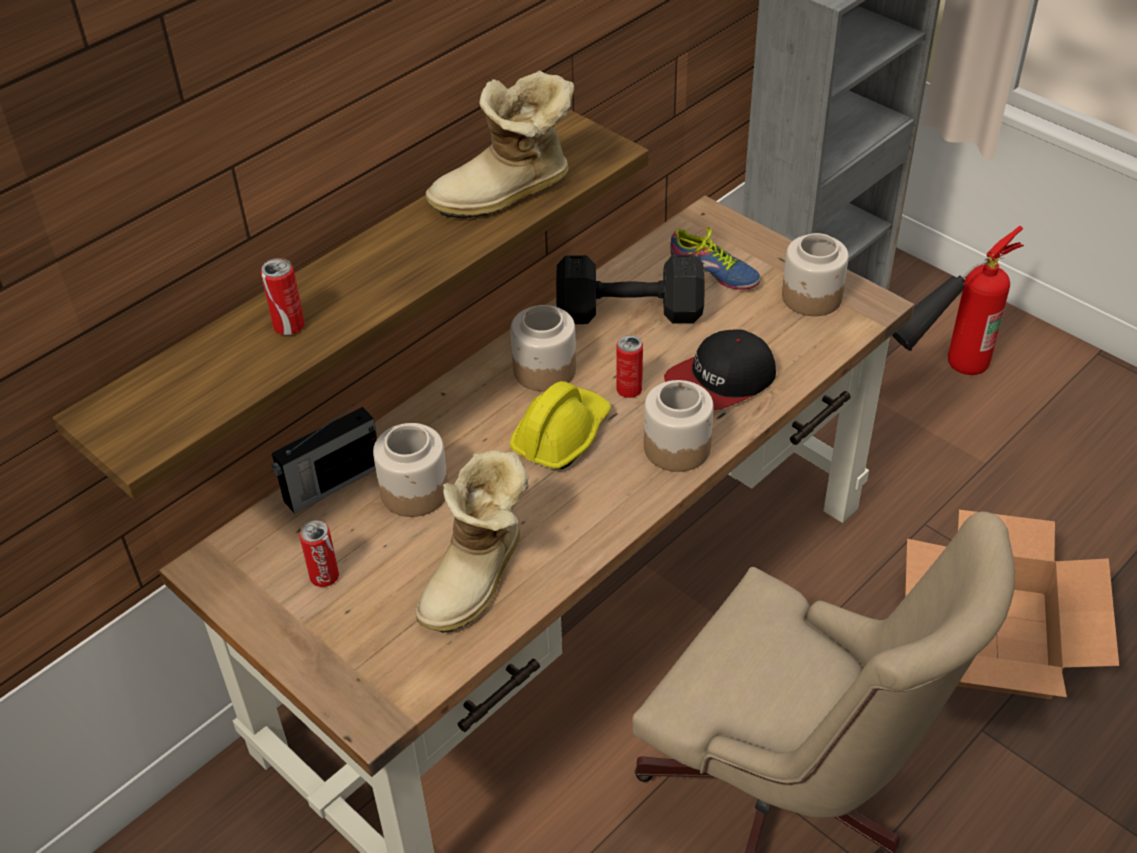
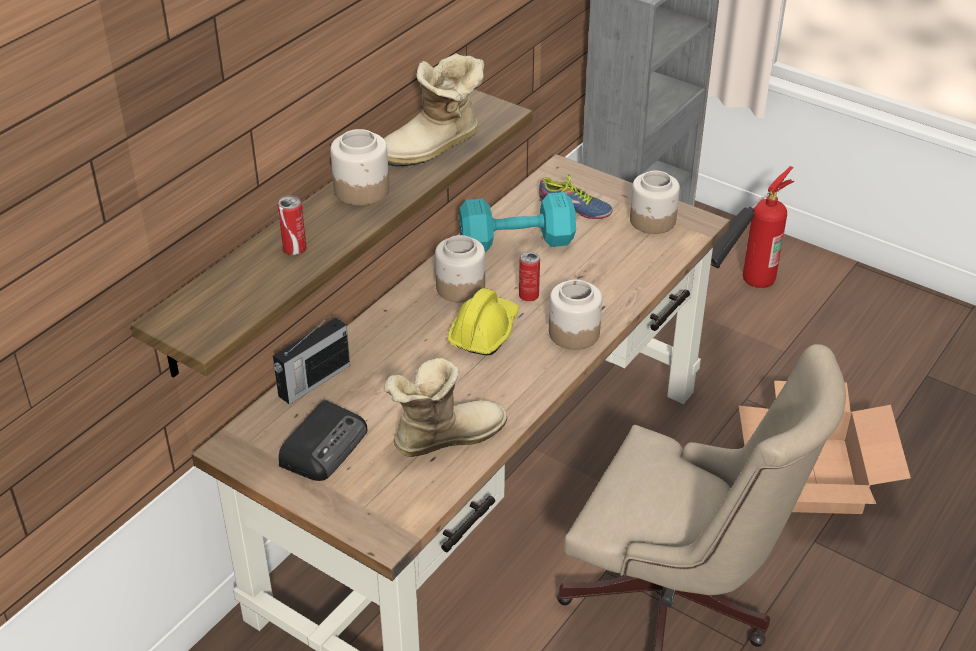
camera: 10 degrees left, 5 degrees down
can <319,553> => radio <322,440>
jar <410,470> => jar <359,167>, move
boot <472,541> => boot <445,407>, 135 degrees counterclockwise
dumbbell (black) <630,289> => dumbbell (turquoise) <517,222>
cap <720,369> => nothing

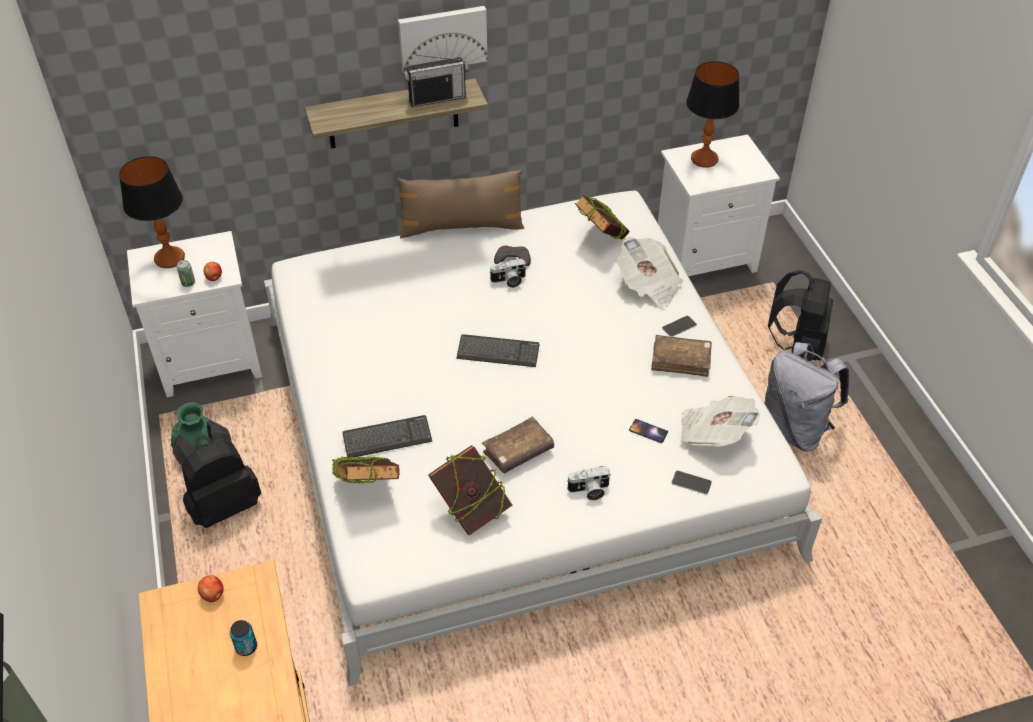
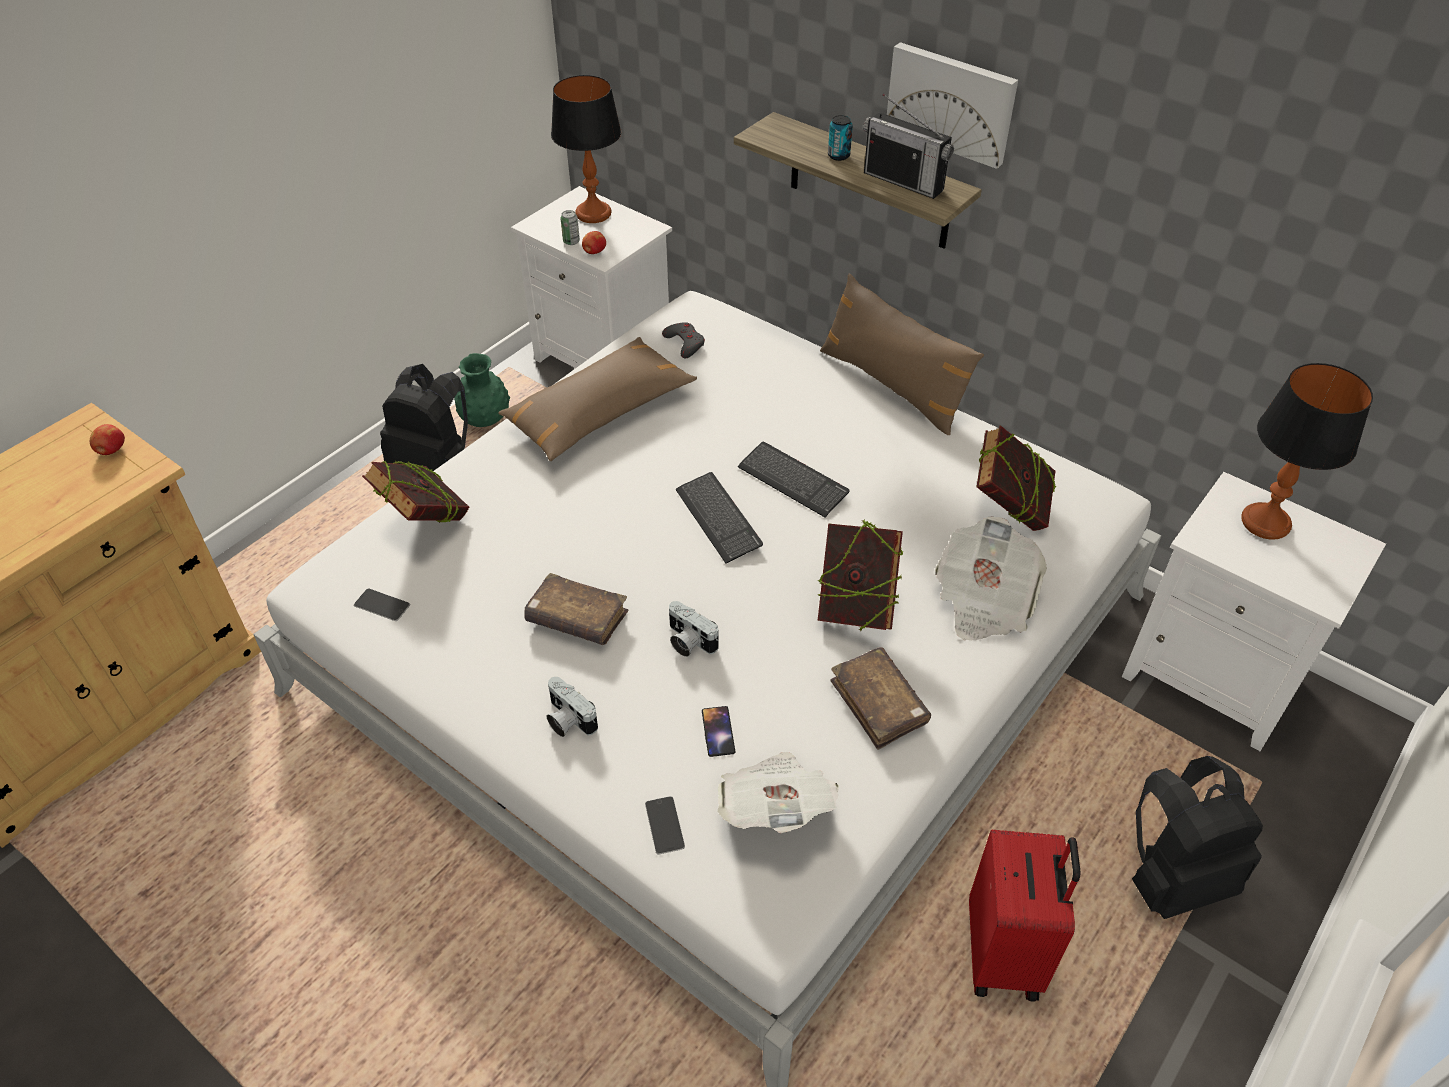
camera: 55 degrees right, 0 degrees up
can <243,638> => can <840,138>, move
keyboard <387,436> => keyboard <794,479>, move
book <470,490> => book <860,575>, move
photo camera <508,273> => photo camera <694,629>, move
game controller (grey) <512,256> => game controller (grey) <683,340>, move
phone <679,326> => phone <382,604>, move
backpack (grey) <806,397> => suitcase (red) <1024,916>
nothing => pillow (brown) <597,399>

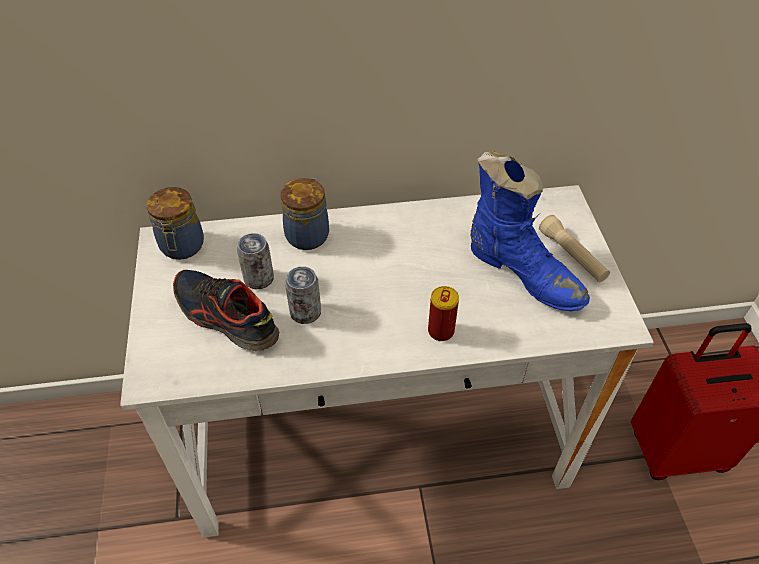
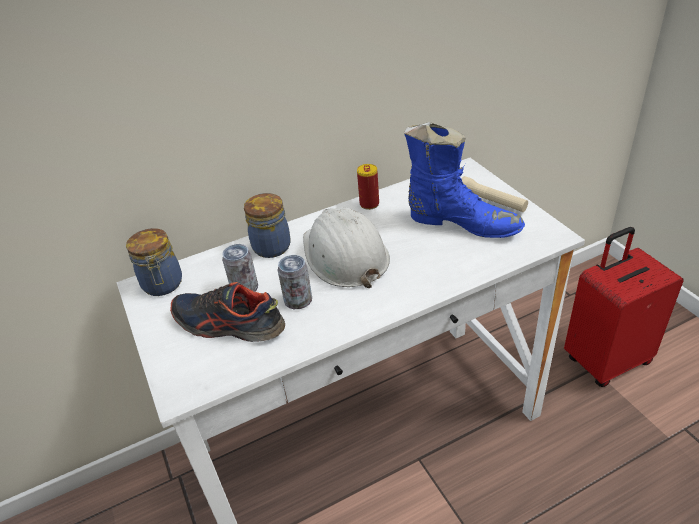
camera: 15 degrees left, 10 degrees down
can <443,313> => can <368,187>, move
nothing => hard hat (white) <346,247>

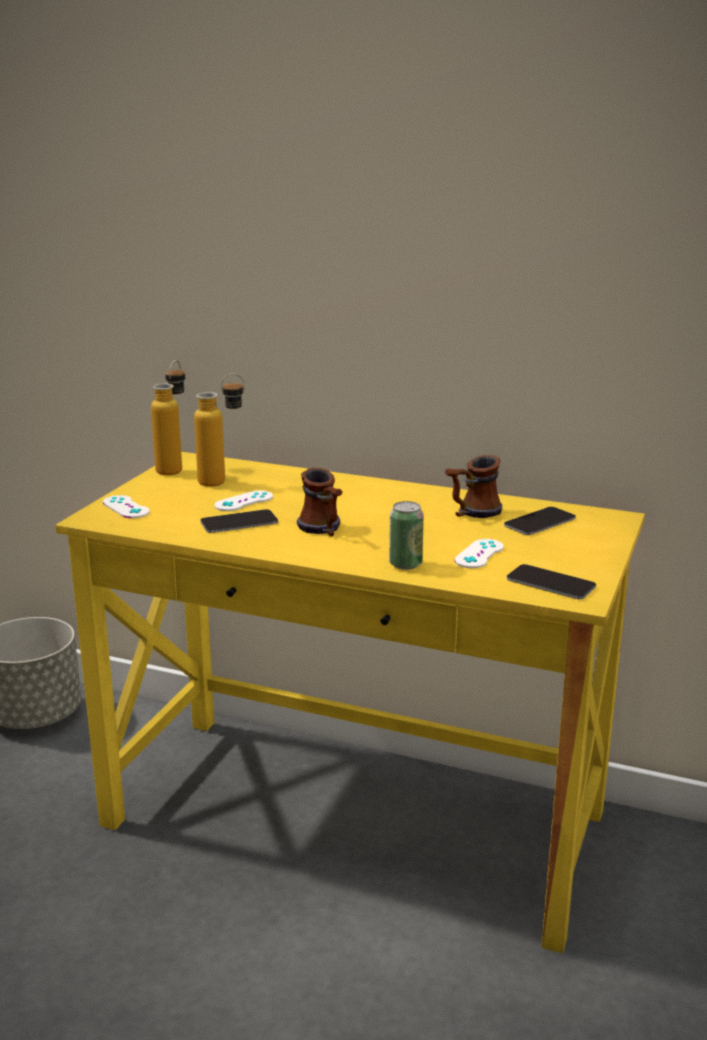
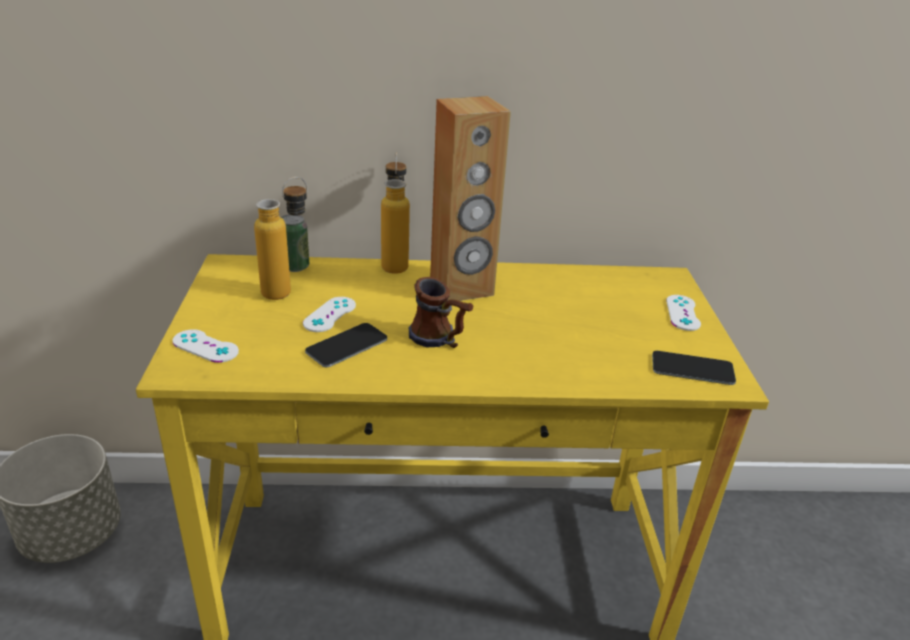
camera: 25 degrees left, 10 degrees up
bottle <168,417> => bottle <395,213>, move
can <406,535> => can <295,243>, move
mug <473,486> => nothing
game controller (white) <479,553> => game controller (white) <683,313>, move
phone <540,521> => nothing
nothing => speaker (brown) <470,198>

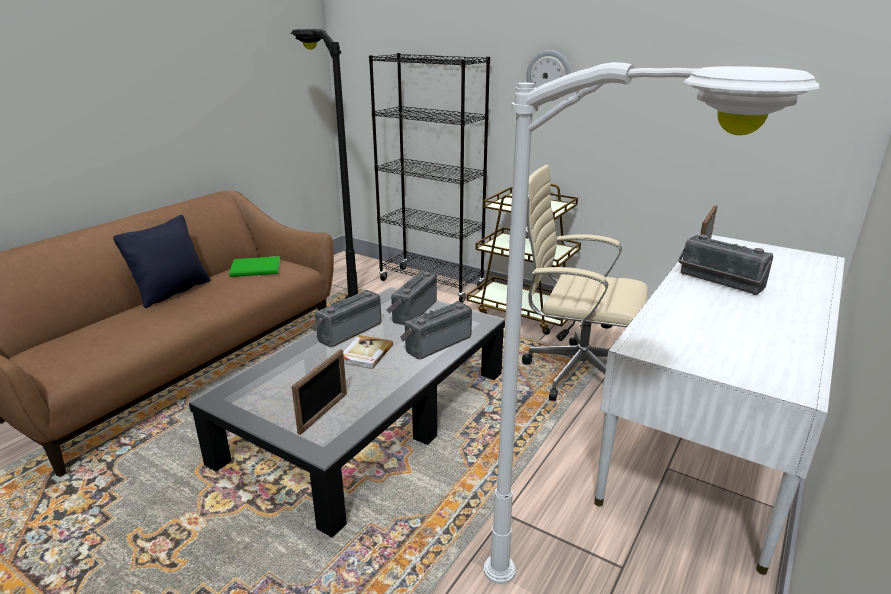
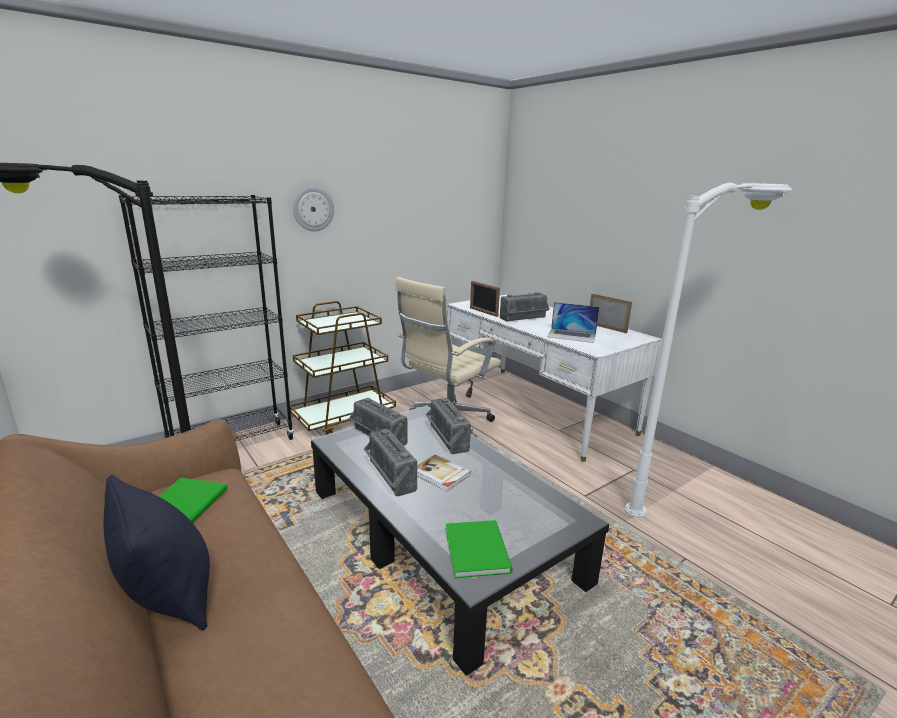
camera: 70 degrees left, 5 degrees down
picture frame <319,392> => picture frame <611,313>, move
nothing => book (green) <479,549>
nothing => laptop <573,322>

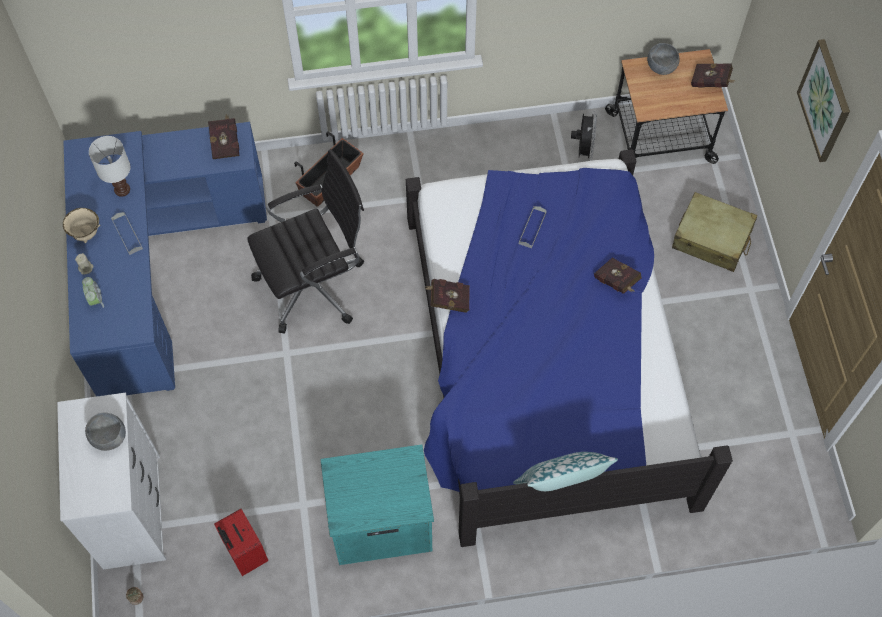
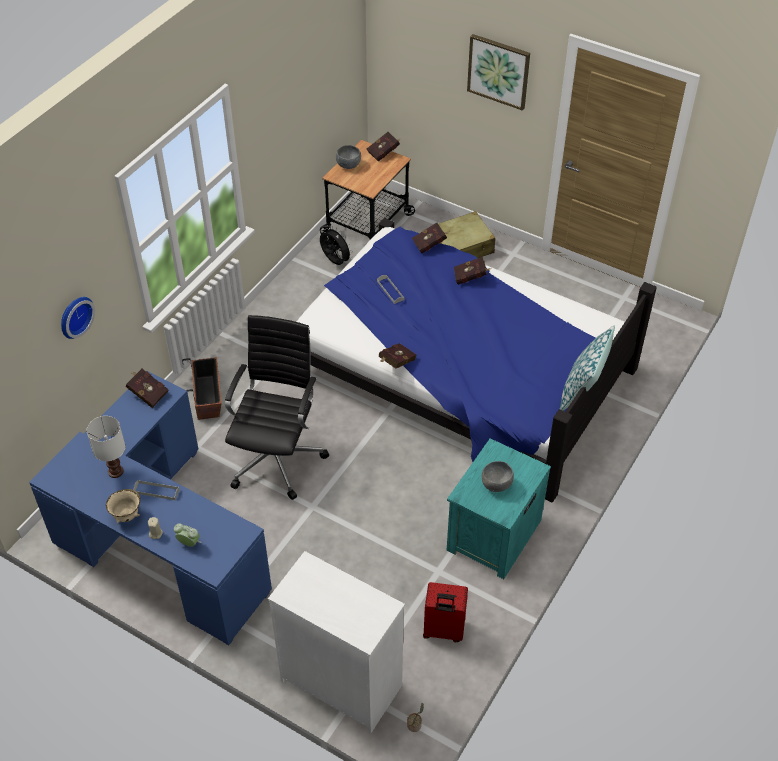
camera: 50 degrees left, 15 degrees down
bowl (grey) <105,431> => bowl (grey) <498,476>, move
nothing => wall clock <78,318>
nothing => book (red) <430,238>

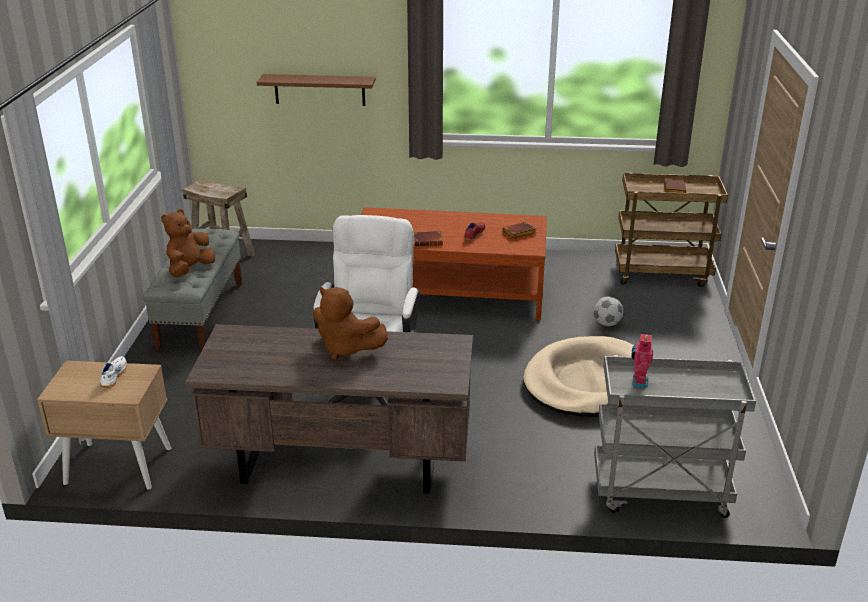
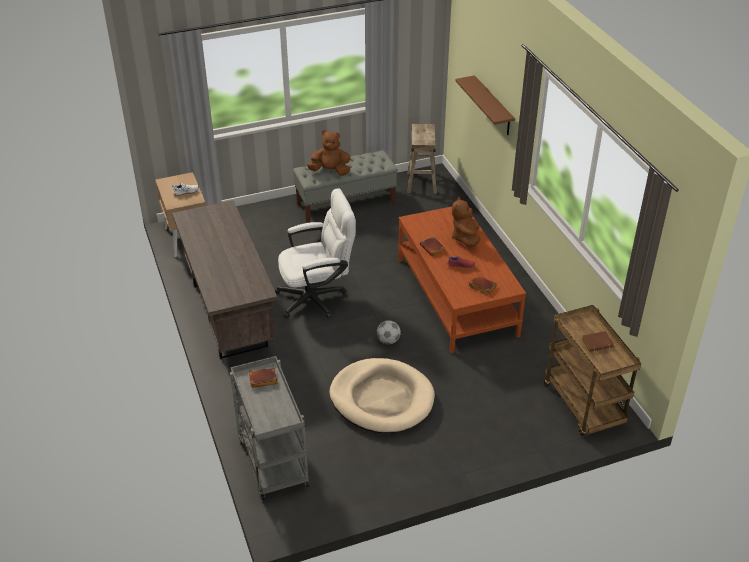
camera: 65 degrees right, 10 degrees up
plush toy (brown) <350,323> => plush toy (brown) <466,222>, move
football <608,311> => football <389,332>, move
toy robot <642,360> => book (brown) <263,378>

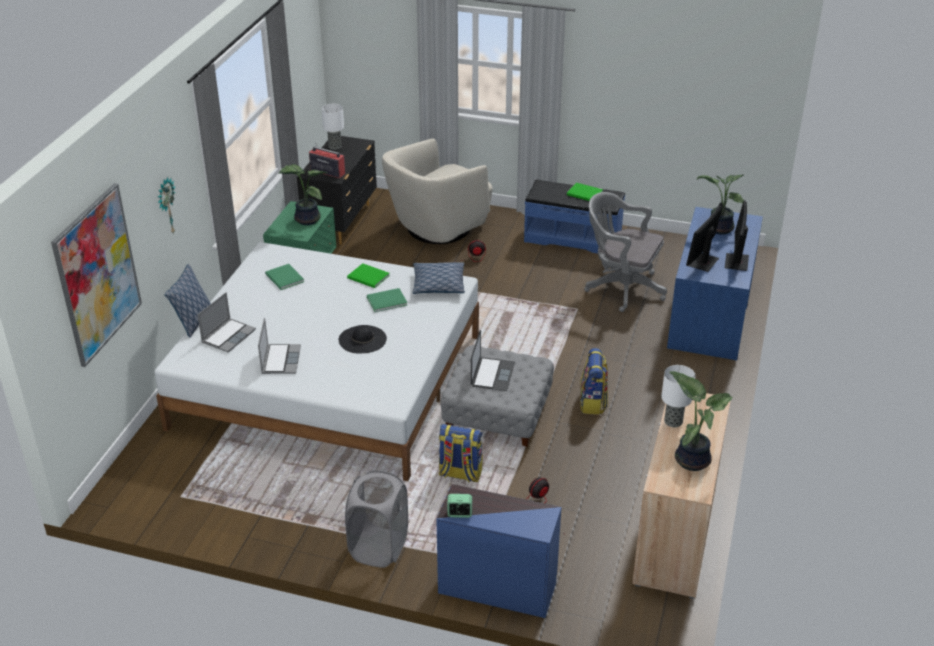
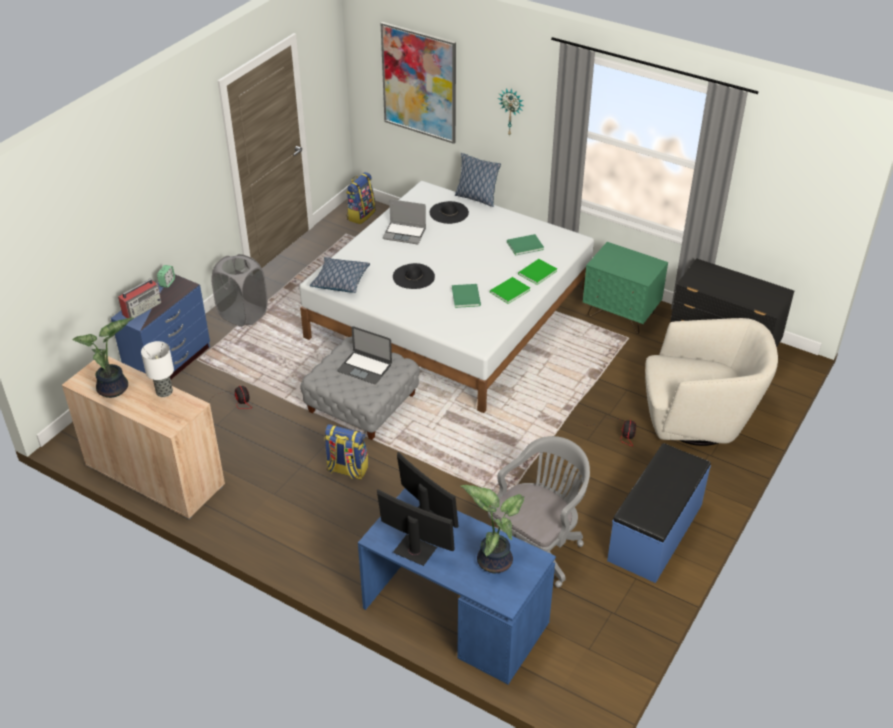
camera: 105 degrees right, 5 degrees up
laptop <226,322> => hat (black) <449,212>
potted plant <303,194> => nothing
radio <327,162> => radio <140,298>, move
table lamp <332,127> => nothing
armchair (beige) <437,191> => armchair (beige) <711,382>, 120 degrees clockwise
pillow <438,278> => pillow <340,275>, move
backpack <460,453> => backpack <360,198>, move
book (green) <585,192> => book (green) <537,272>, move

